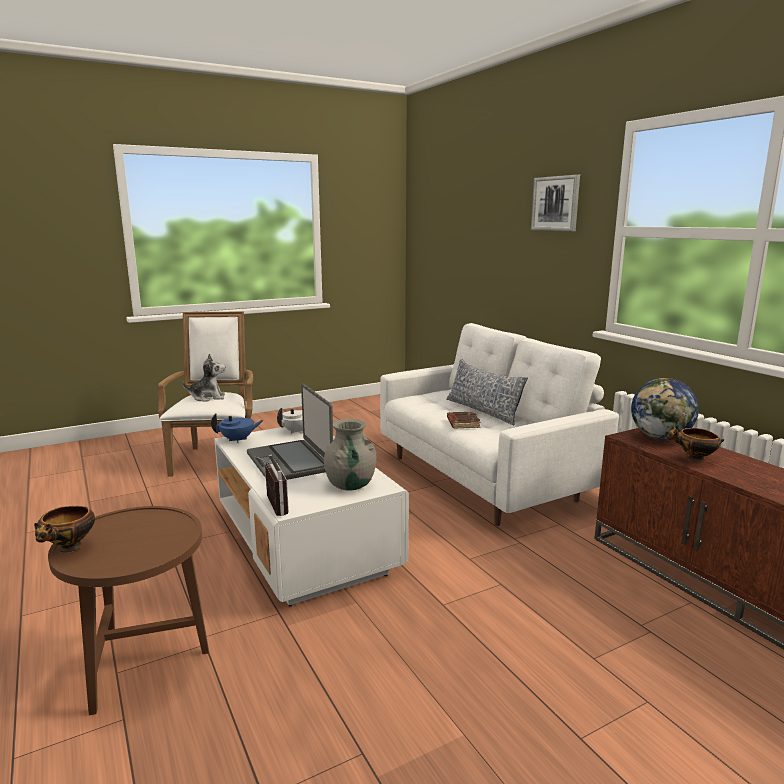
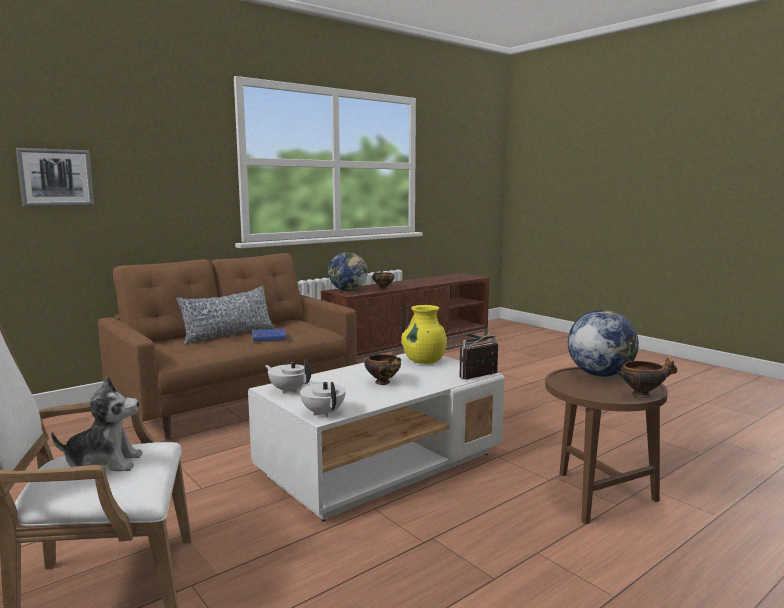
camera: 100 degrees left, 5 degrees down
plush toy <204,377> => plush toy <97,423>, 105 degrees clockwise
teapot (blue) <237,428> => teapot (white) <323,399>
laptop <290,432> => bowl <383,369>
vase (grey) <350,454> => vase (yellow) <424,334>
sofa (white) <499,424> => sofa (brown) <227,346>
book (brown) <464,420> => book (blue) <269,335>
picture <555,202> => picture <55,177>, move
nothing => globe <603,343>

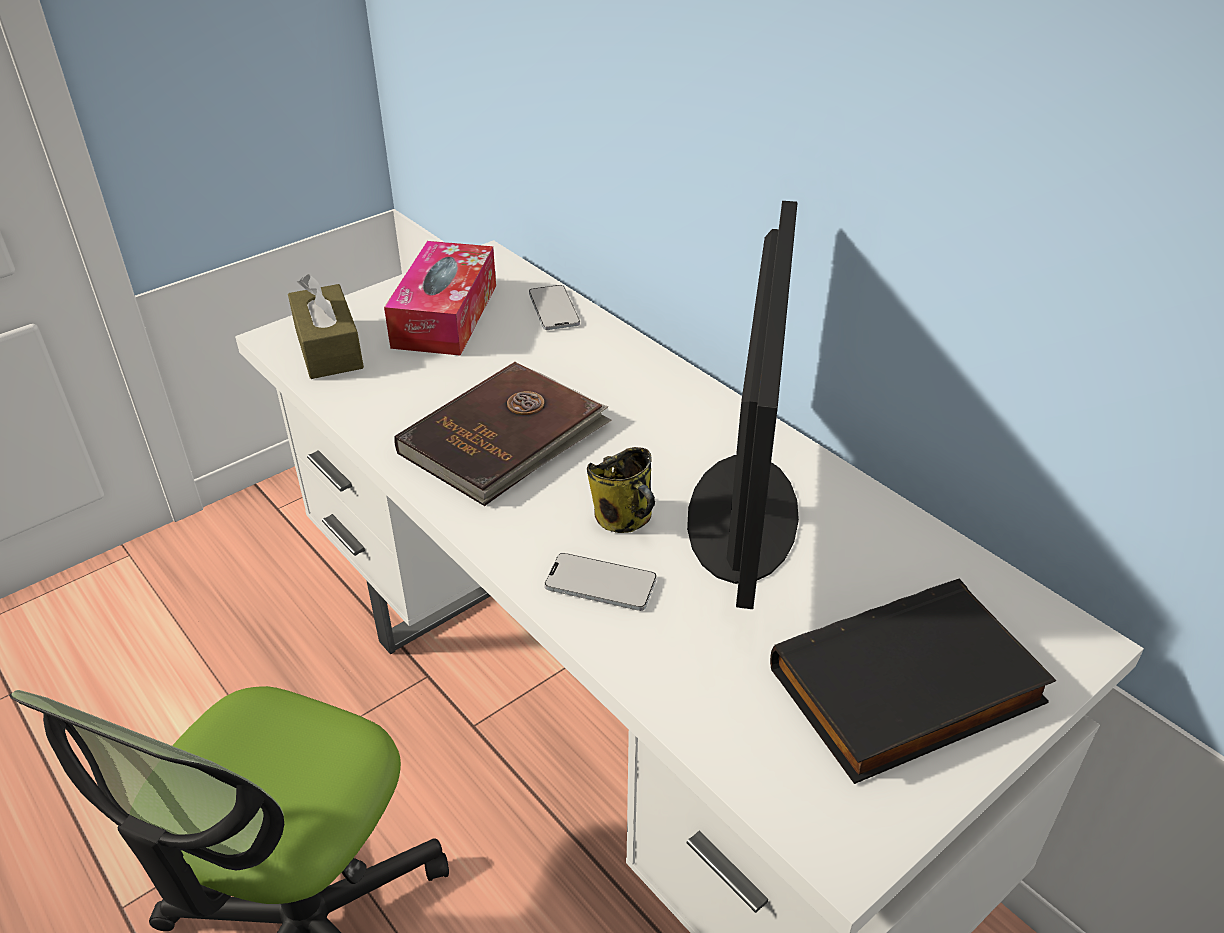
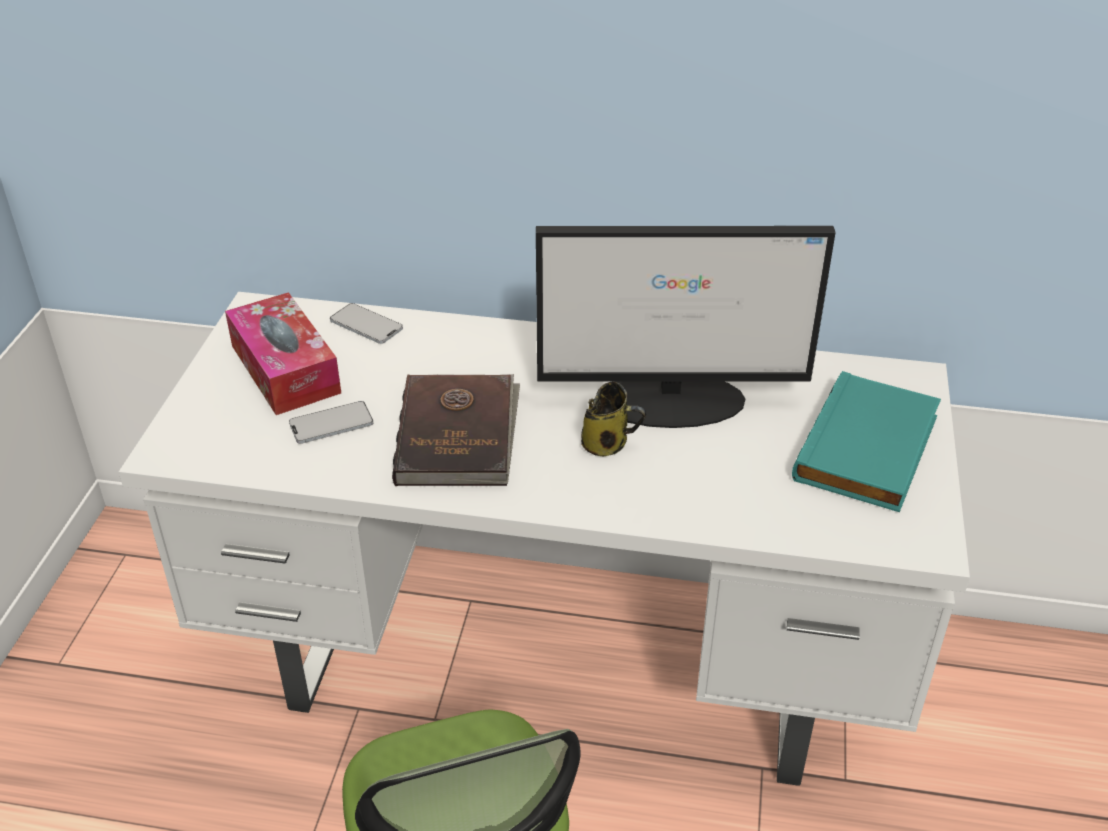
camera: 40 degrees left, 0 degrees up
tissue box (brown) <326,326> => nothing
phone <601,582> => phone <331,422>, move
monitor <743,405> => monitor <686,327>, 120 degrees clockwise
book (black) <913,681> => book (turquoise) <866,441>

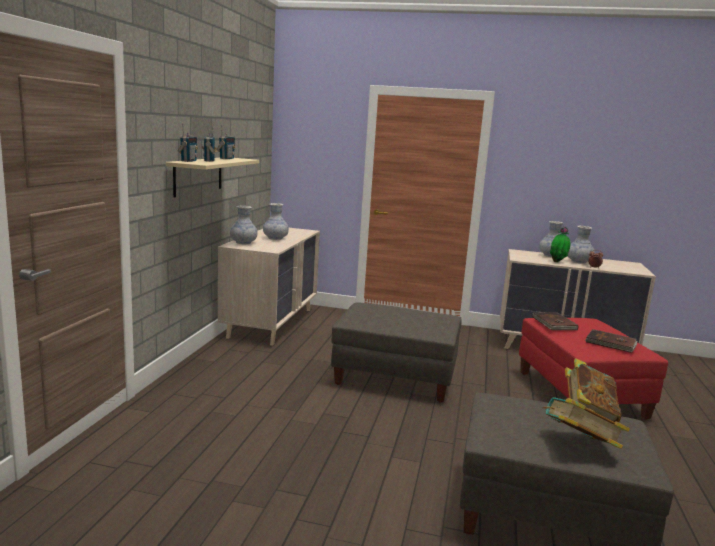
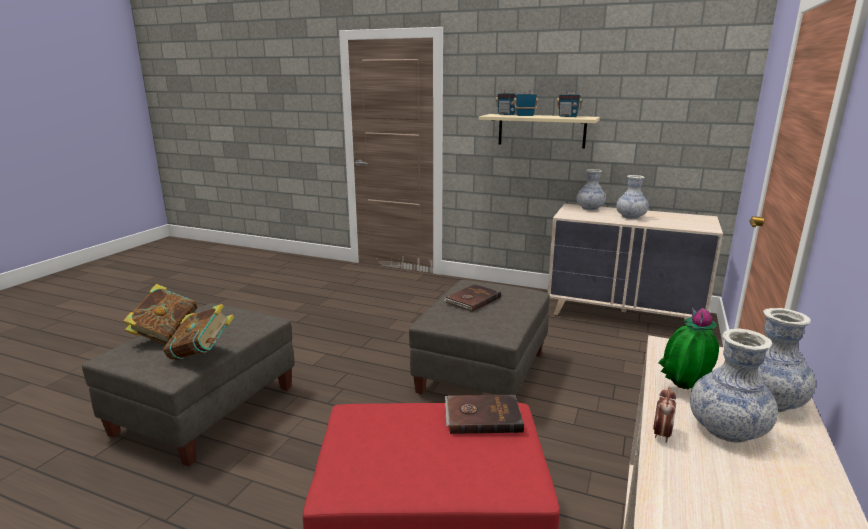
camera: 100 degrees right, 5 degrees up
book (brown) <611,341> => book (brown) <472,298>, move

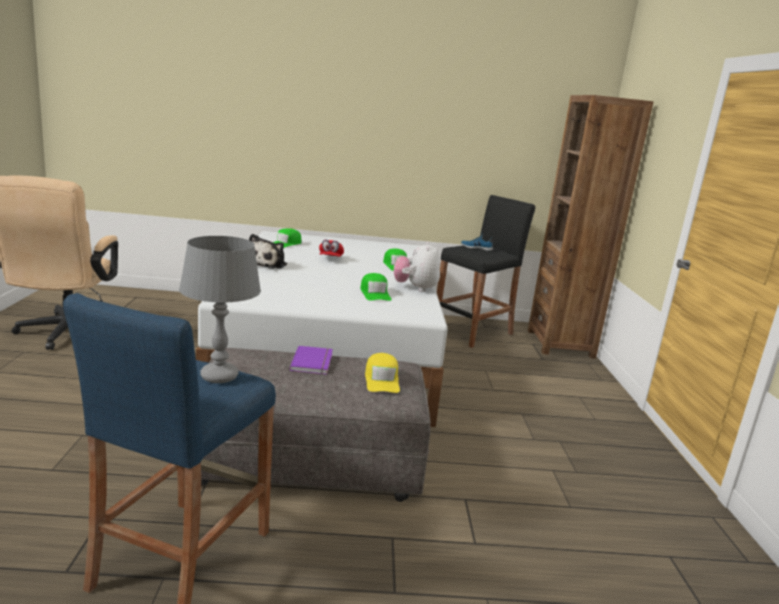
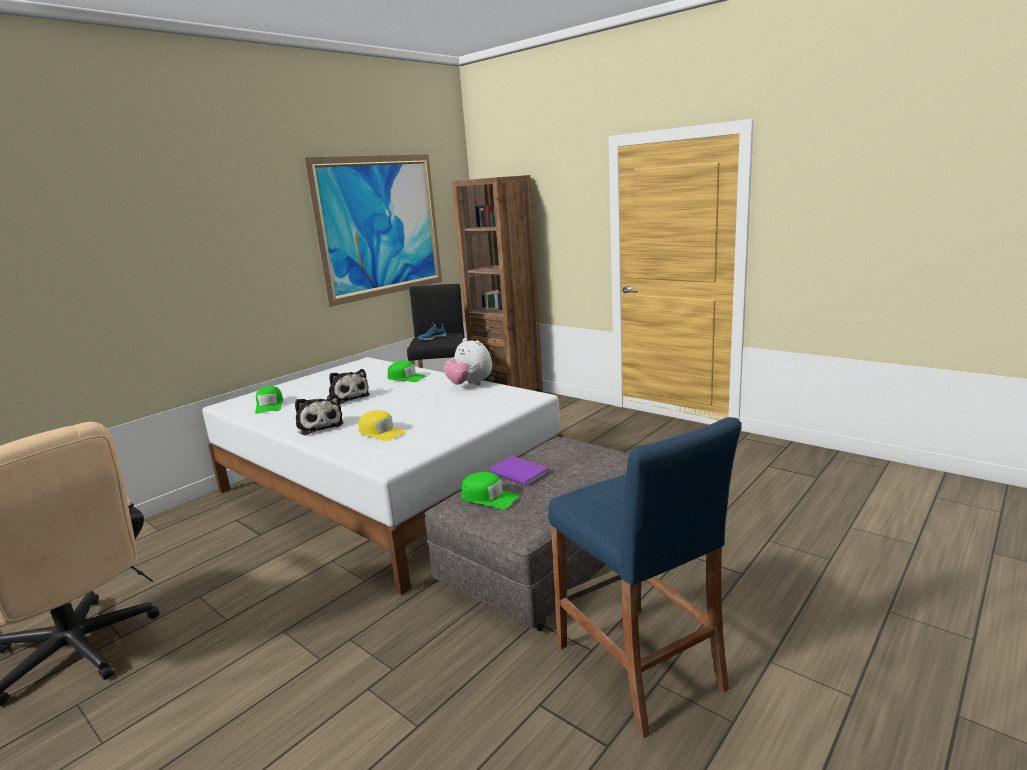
camera: 45 degrees left, 0 degrees up
table lamp (grey) <220,309> => nothing
cap (red) <331,248> => plush toy <348,386>
cap (green) <376,287> => cap (green) <490,490>, move
cap (yellow) <382,373> => cap (yellow) <382,425>, move
nothing => picture <373,230>

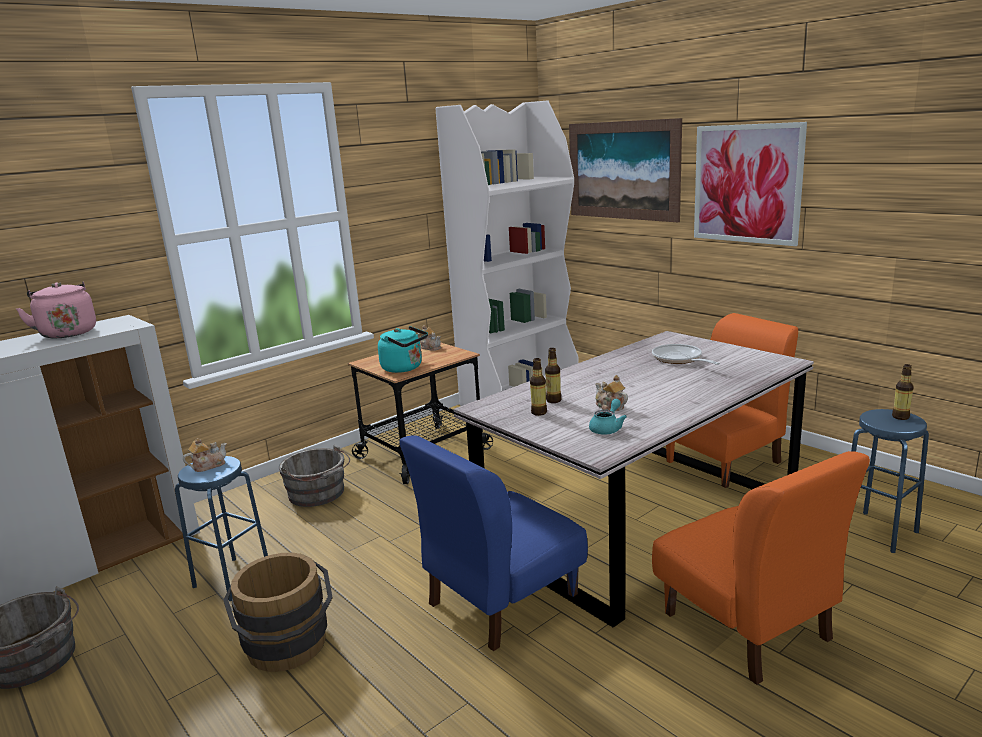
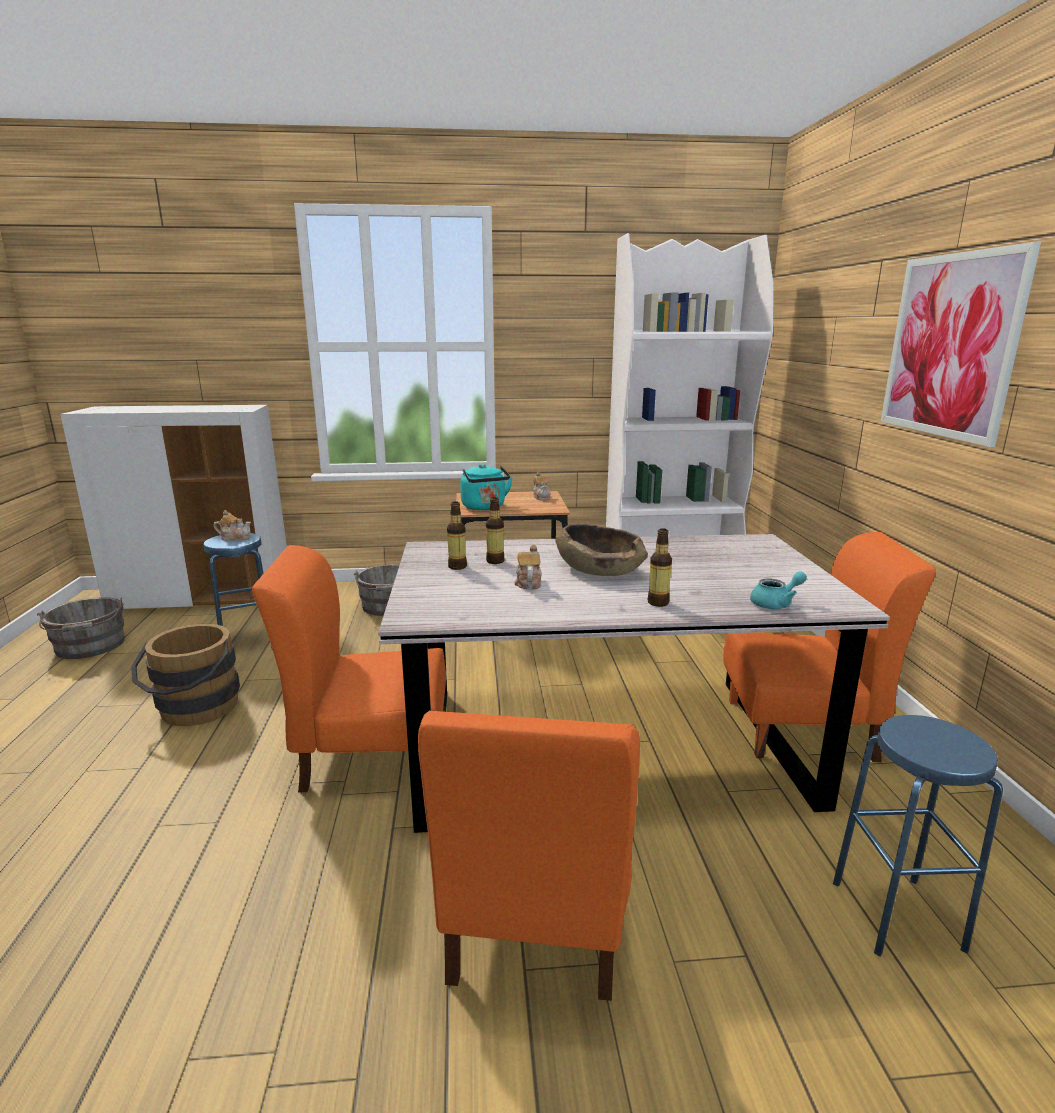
camera: 35 degrees right, 0 degrees up
kettle (pink) <56,310> => nothing
chair (blue) <494,543> => chair (orange) <349,669>
picture <625,170> => nothing
teapot (turquoise) <608,417> => teapot (turquoise) <778,590>, move
frying pan <686,354> => nothing
bottle <903,392> => bottle <660,567>, move
nothing => bowl (brown) <601,550>

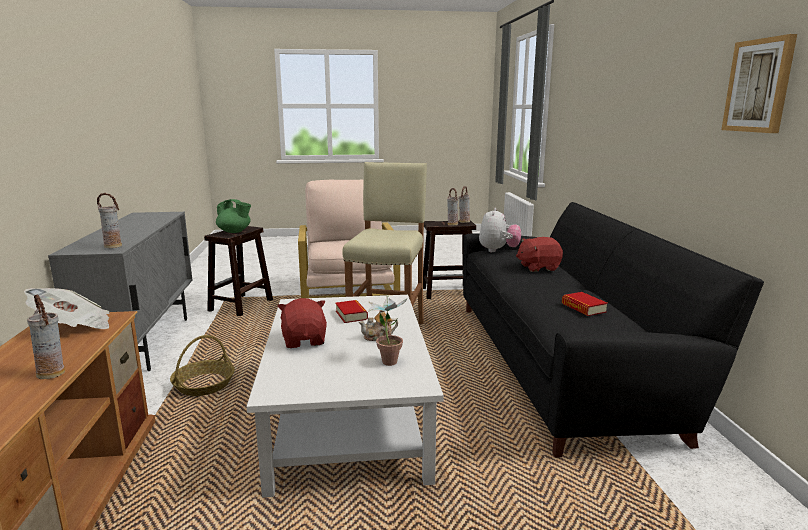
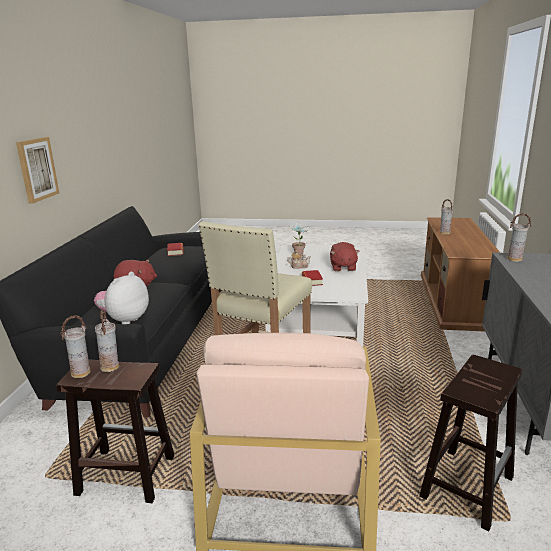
camera: 165 degrees left, 5 degrees up
newspaper <67,308> => nothing
basket <202,365> => nothing
teapot (green) <233,216> => nothing
picture <759,83> => picture <37,170>, move

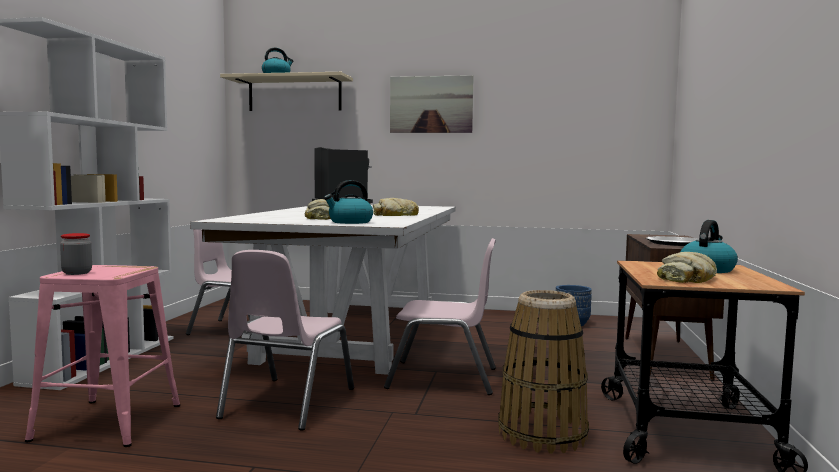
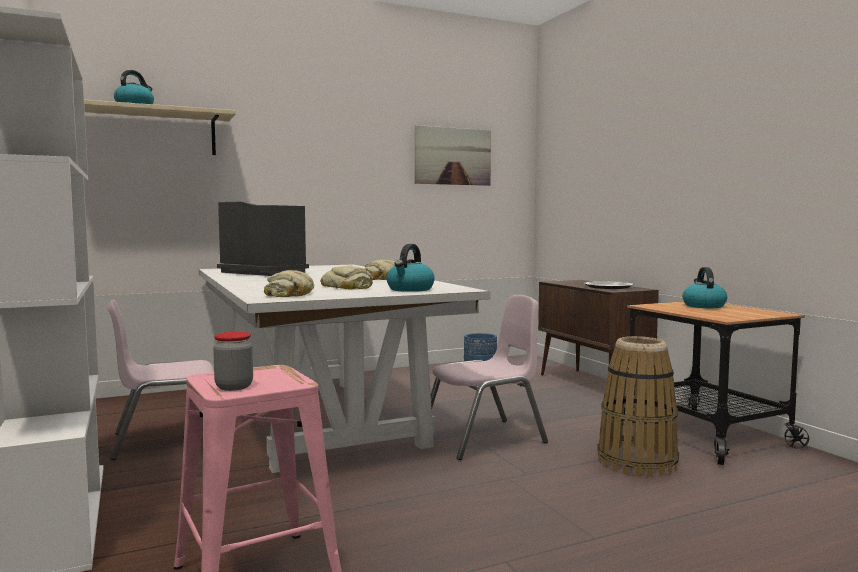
camera: 35 degrees left, 0 degrees up
chair (pink) <285,340> => nothing
picture <432,104> => picture <453,155>, move
bread <687,267> => bread <289,283>, move

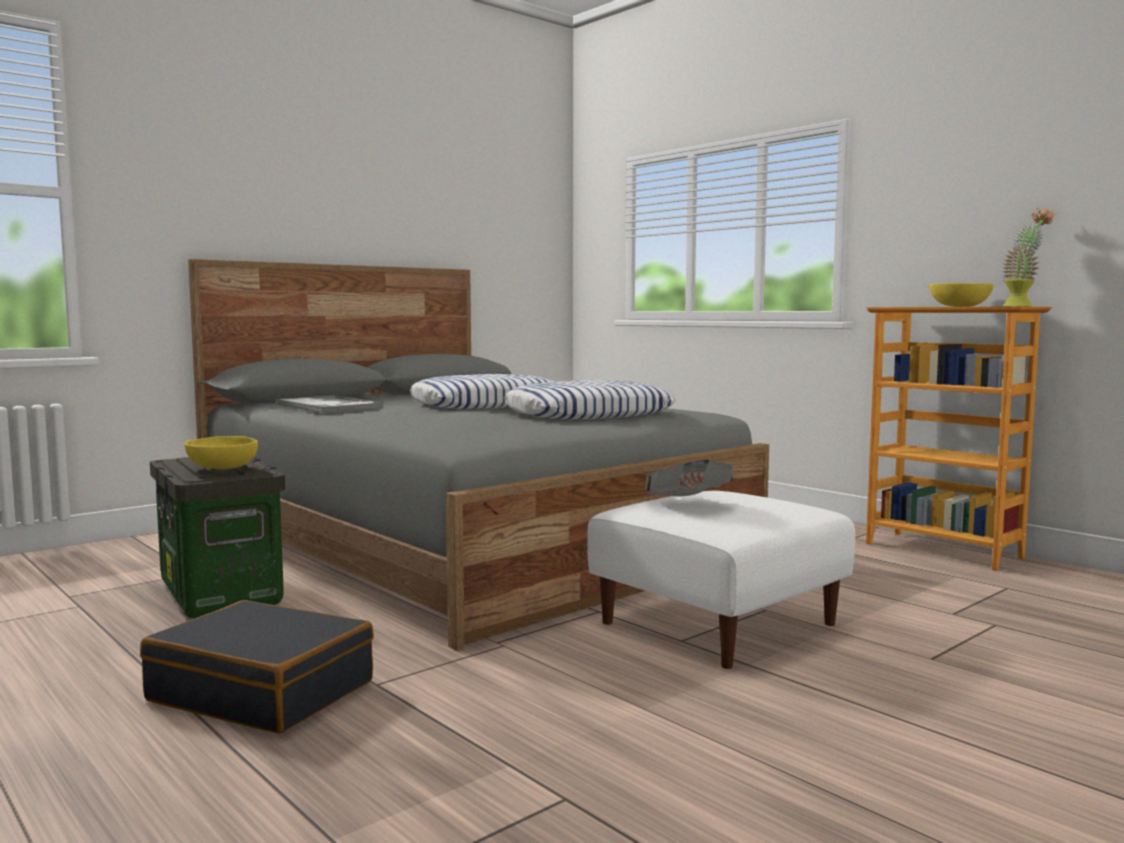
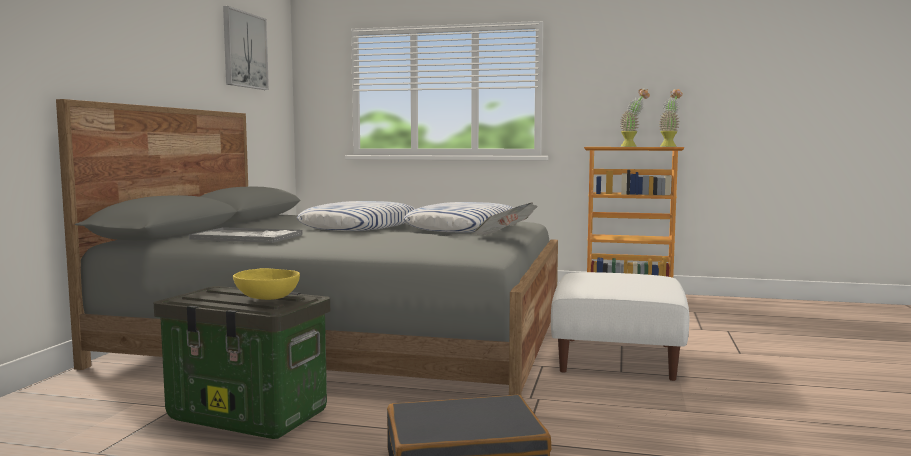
camera: 35 degrees left, 0 degrees up
newspaper <689,478> => newspaper <504,219>, move
bowl (yellow) <961,295> => potted plant <635,118>
nothing => picture <246,48>

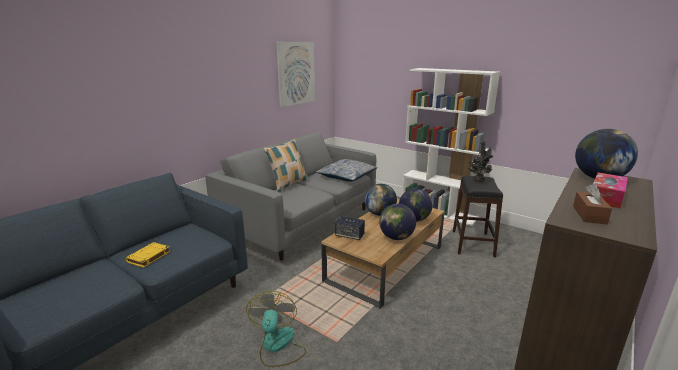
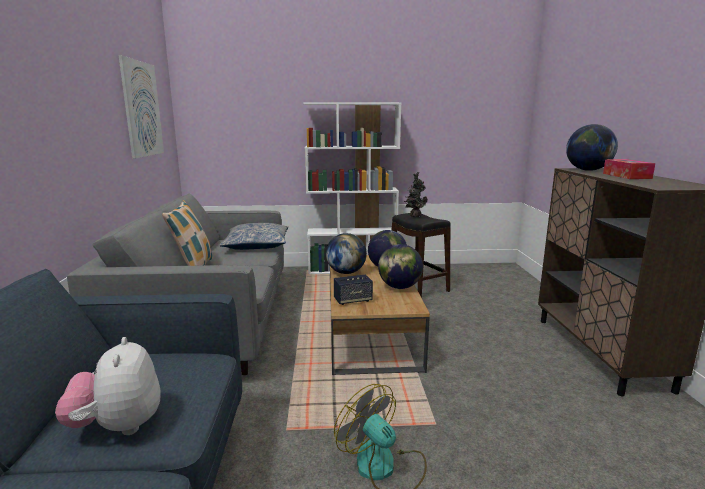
camera: 40 degrees left, 5 degrees down
book (yellow) <147,255> => plush toy <108,386>
tissue box (brown) <592,204> => nothing

